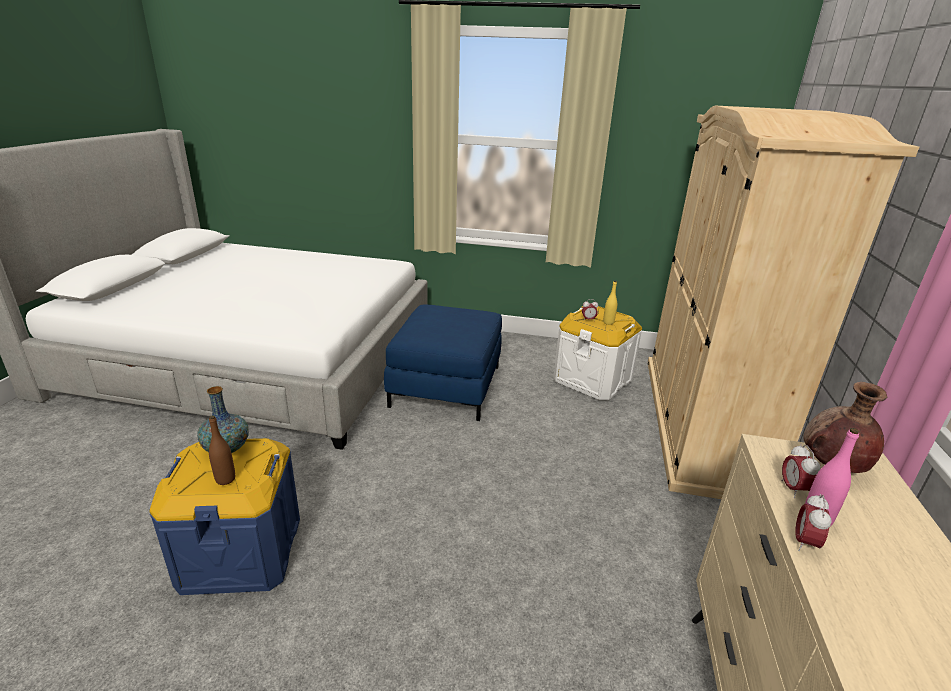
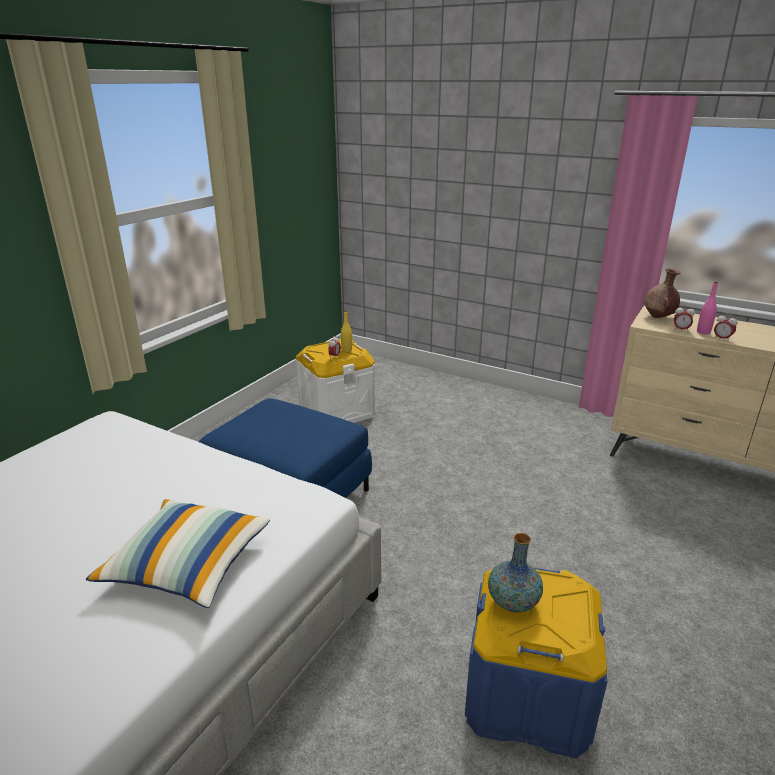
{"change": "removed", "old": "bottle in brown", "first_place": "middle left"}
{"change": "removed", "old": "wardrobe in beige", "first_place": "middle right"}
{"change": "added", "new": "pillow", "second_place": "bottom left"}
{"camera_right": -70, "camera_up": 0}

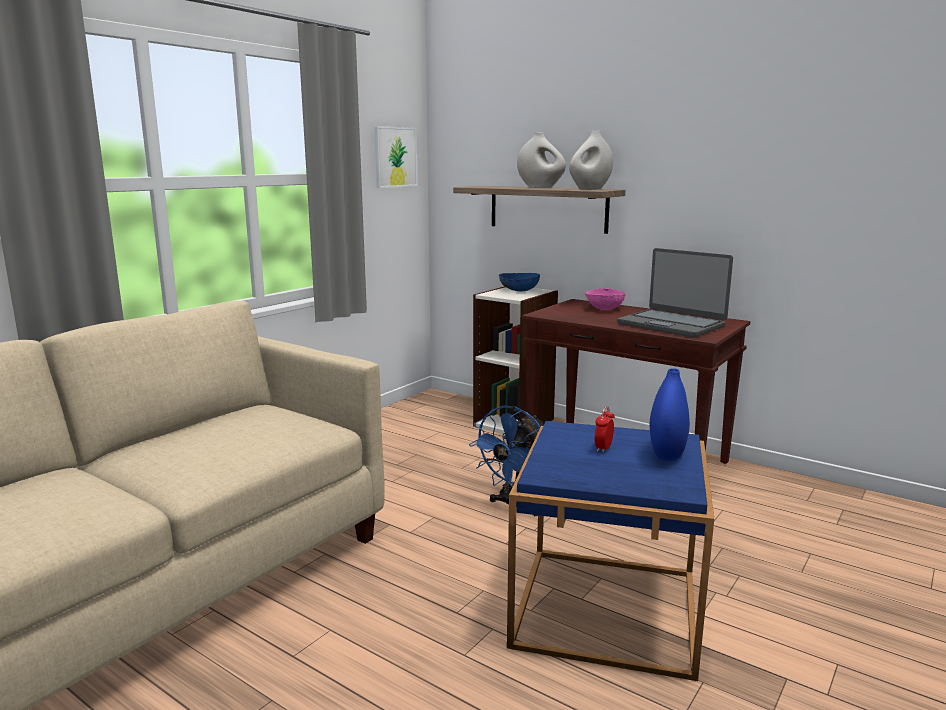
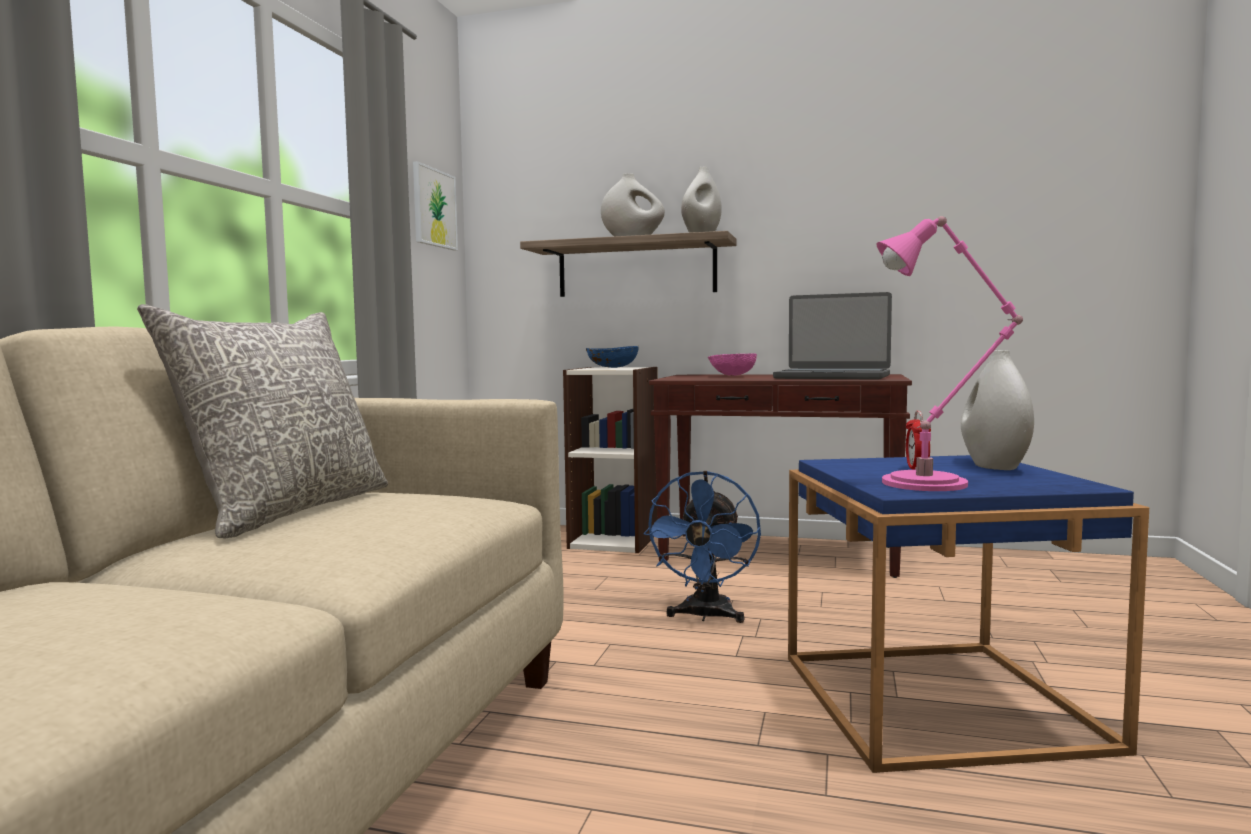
{"change": "recoloured", "old": "vase in blue", "new": "vase in white (3rd from left)", "first_place": "middle right", "second_place": "middle right"}
{"change": "added", "new": "pillow in grey", "second_place": "middle left"}
{"change": "added", "new": "table lamp in pink", "second_place": "middle right"}
{"camera_right": -20, "camera_up": -10}

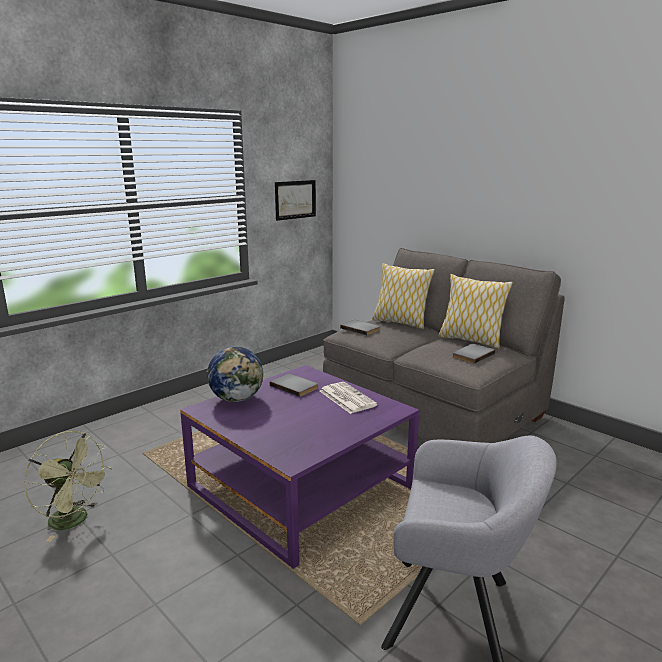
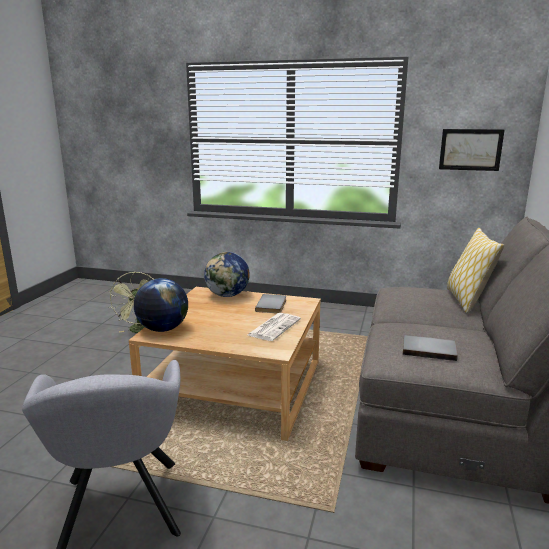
{"change": "recoloured", "old": "coffee table in purple", "new": "coffee table in beige", "first_place": "bottom centre", "second_place": "centre"}
{"change": "removed", "old": "book in grey (2nd from left)", "first_place": "centre"}
{"change": "removed", "old": "pillow (2nd from left)", "first_place": "middle right"}
{"change": "added", "new": "globe (1st from left)", "second_place": "middle left"}
{"camera_right": 60, "camera_up": 0}

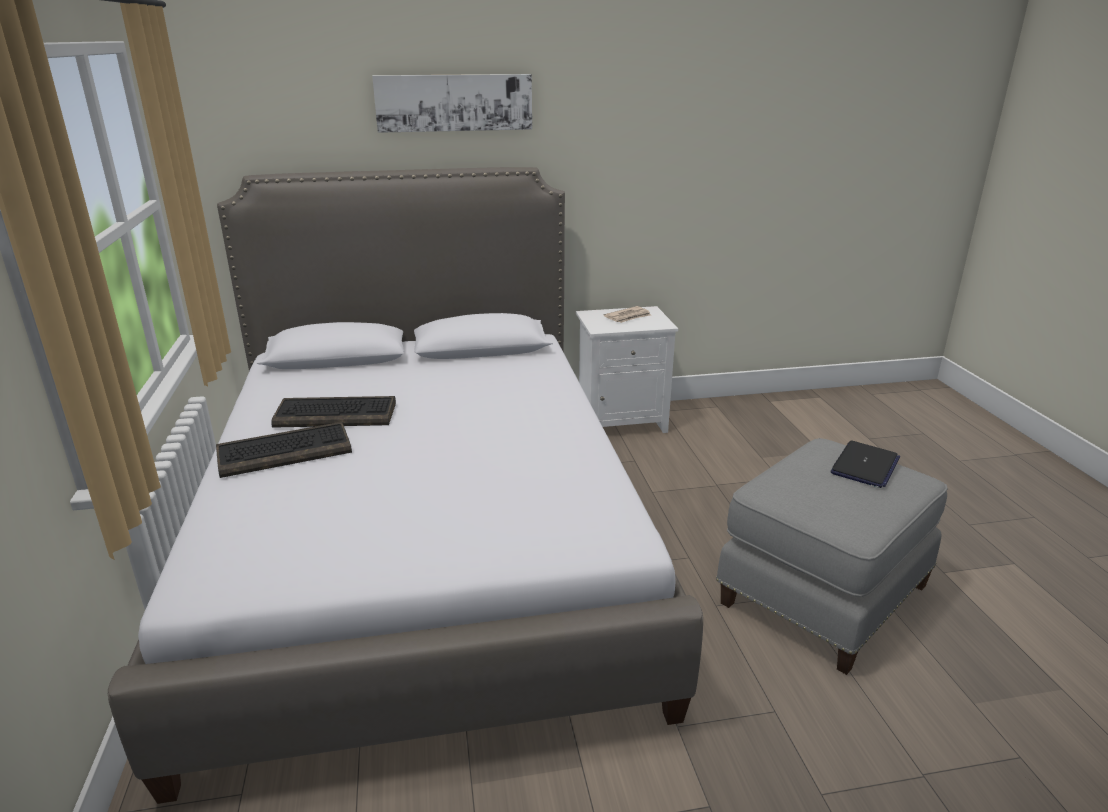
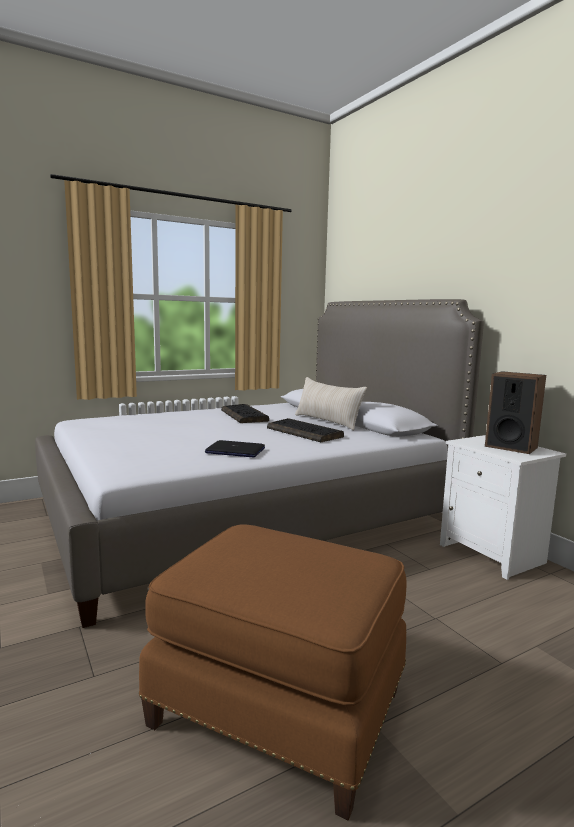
{"change": "moved", "old": "keyboard (1st from left in the first image)", "new": "keyboard (2nd from left)", "first_place": "middle left", "second_place": "centre"}
{"change": "removed", "old": "picture", "first_place": "top centre"}
{"change": "replaced", "old": "newspaper", "new": "speaker", "first_place": "centre", "second_place": "middle right"}
{"change": "recoloured", "old": "ottoman in grey", "new": "ottoman in brown", "first_place": "bottom right", "second_place": "bottom centre"}
{"change": "moved", "old": "laptop", "first_place": "middle right", "second_place": "centre"}
{"change": "added", "new": "pillow in beige", "second_place": "centre"}
{"camera_right": 70, "camera_up": -15}

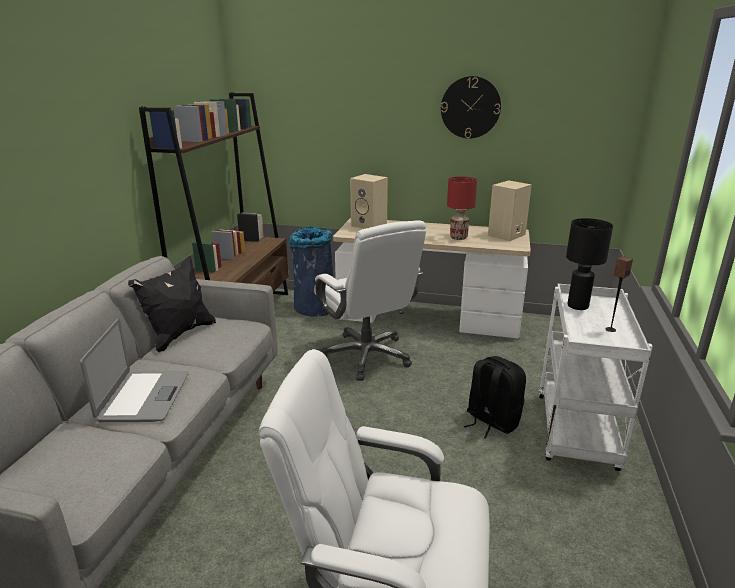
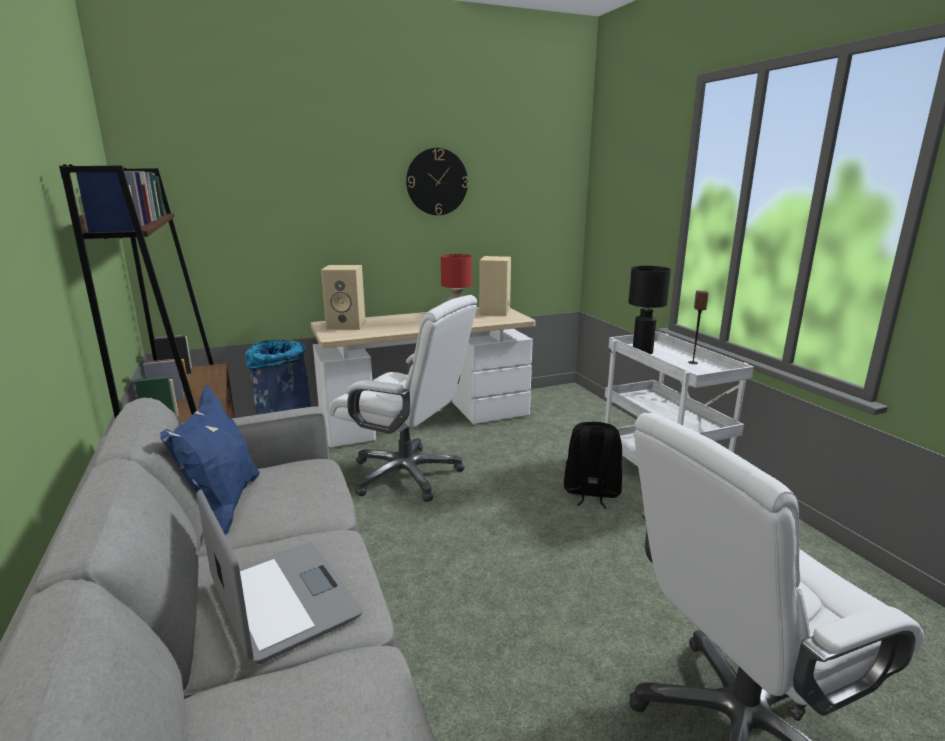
{"change": "recoloured", "old": "pillow in black", "new": "pillow in blue", "first_place": "middle left", "second_place": "middle left"}
{"camera_right": -35, "camera_up": -5}

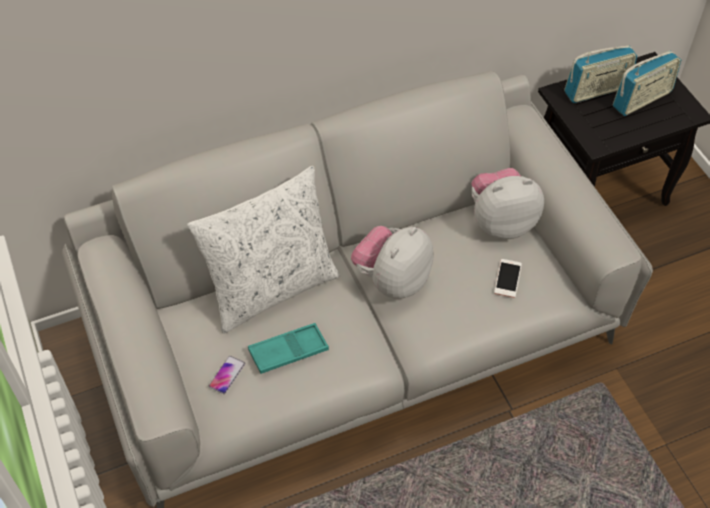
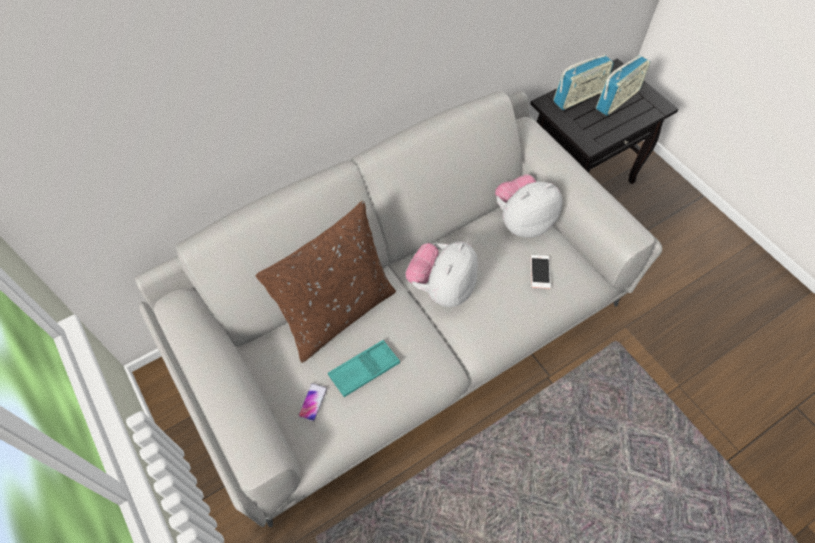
{"change": "recoloured", "old": "pillow in white", "new": "pillow in brown", "first_place": "centre", "second_place": "centre"}
{"camera_right": -10, "camera_up": 5}

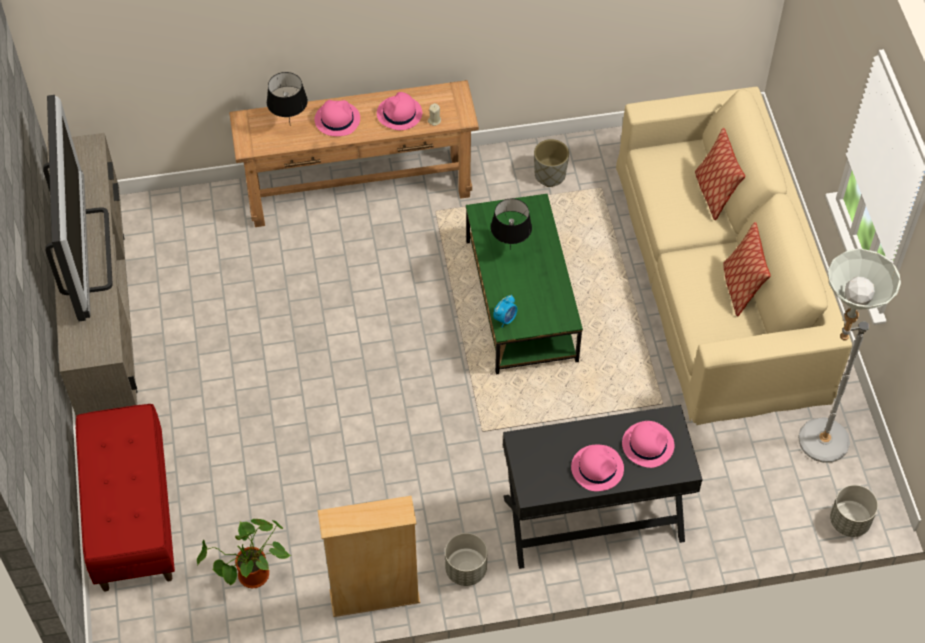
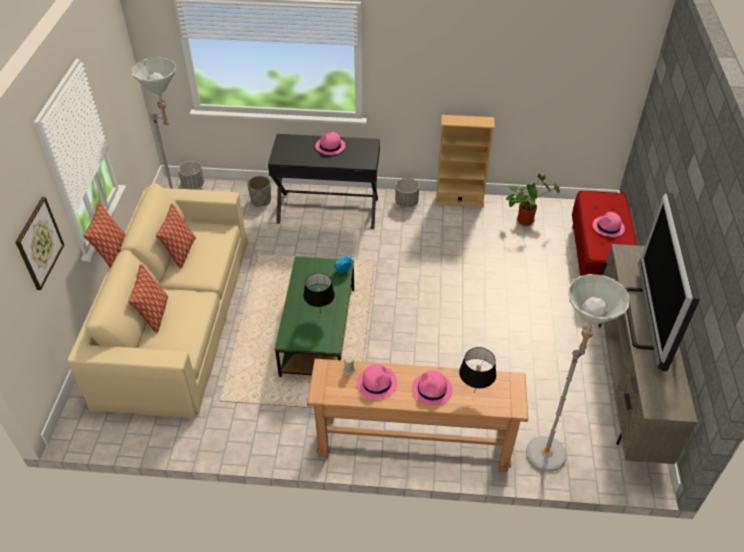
{"change": "moved", "old": "planter in grey (2nd from left)", "first_place": "top centre", "second_place": "centre"}
{"change": "moved", "old": "hat in pink (4th from left)", "first_place": "bottom right", "second_place": "middle right"}
{"change": "added", "new": "picture", "second_place": "middle left"}
{"change": "added", "new": "pillow (1st from left)", "second_place": "middle left"}
{"change": "added", "new": "floor lamp in grey (2nd from left)", "second_place": "bottom right"}
{"camera_right": -165, "camera_up": -10}

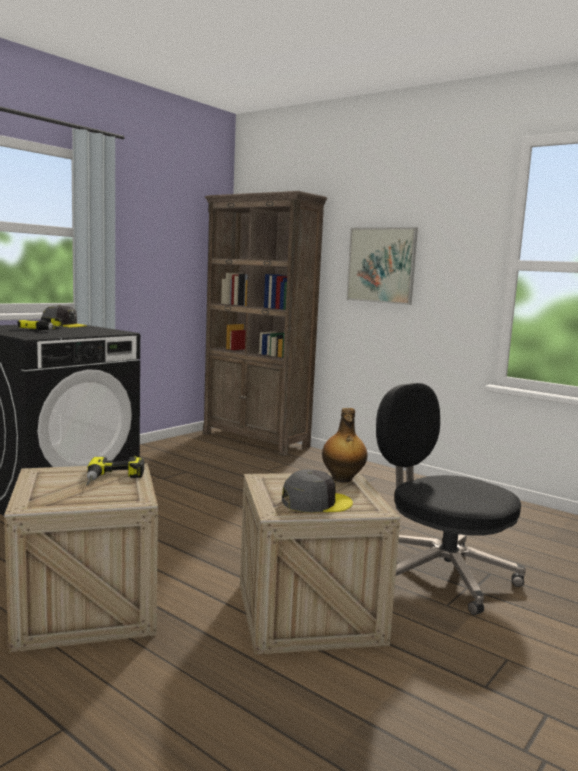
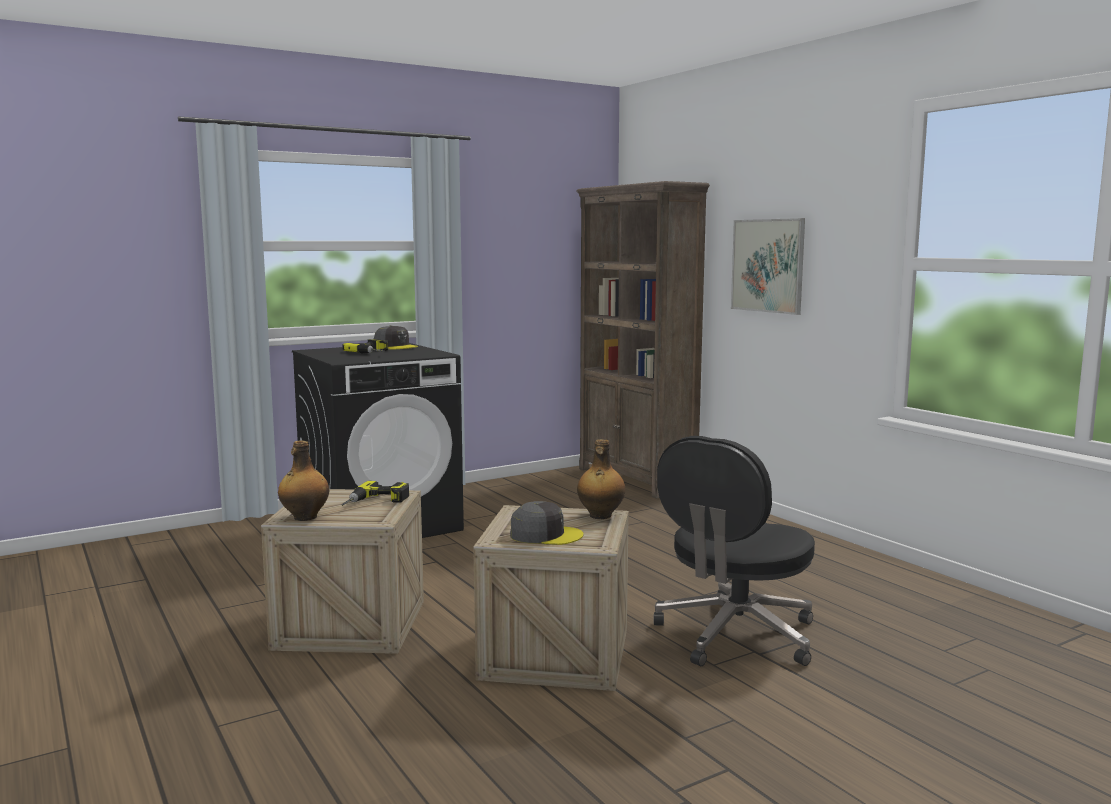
{"change": "turned", "old": "office chair in black", "first_place": "middle right", "second_place": "bottom centre", "degrees": -120}
{"change": "added", "new": "bottle (1st from left)", "second_place": "middle left"}
{"camera_right": 20, "camera_up": 0}

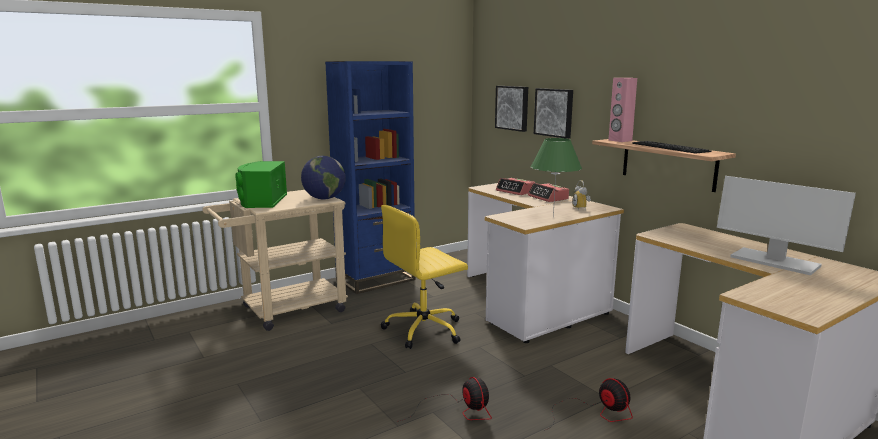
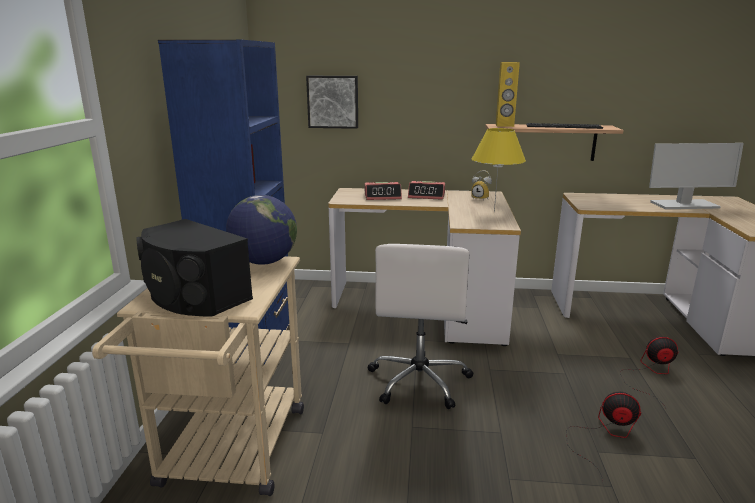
{"change": "recoloured", "old": "speaker in green", "new": "speaker in black", "first_place": "middle left", "second_place": "middle left"}
{"change": "recoloured", "old": "office chair in yellow", "new": "office chair in white", "first_place": "centre", "second_place": "centre"}
{"change": "recoloured", "old": "table lamp in green", "new": "table lamp in yellow", "first_place": "centre", "second_place": "centre"}
{"change": "removed", "old": "picture (2nd from left)", "first_place": "top centre"}
{"change": "recoloured", "old": "speaker in pink", "new": "speaker in yellow", "first_place": "top right", "second_place": "top right"}
{"camera_right": -50, "camera_up": 5}

